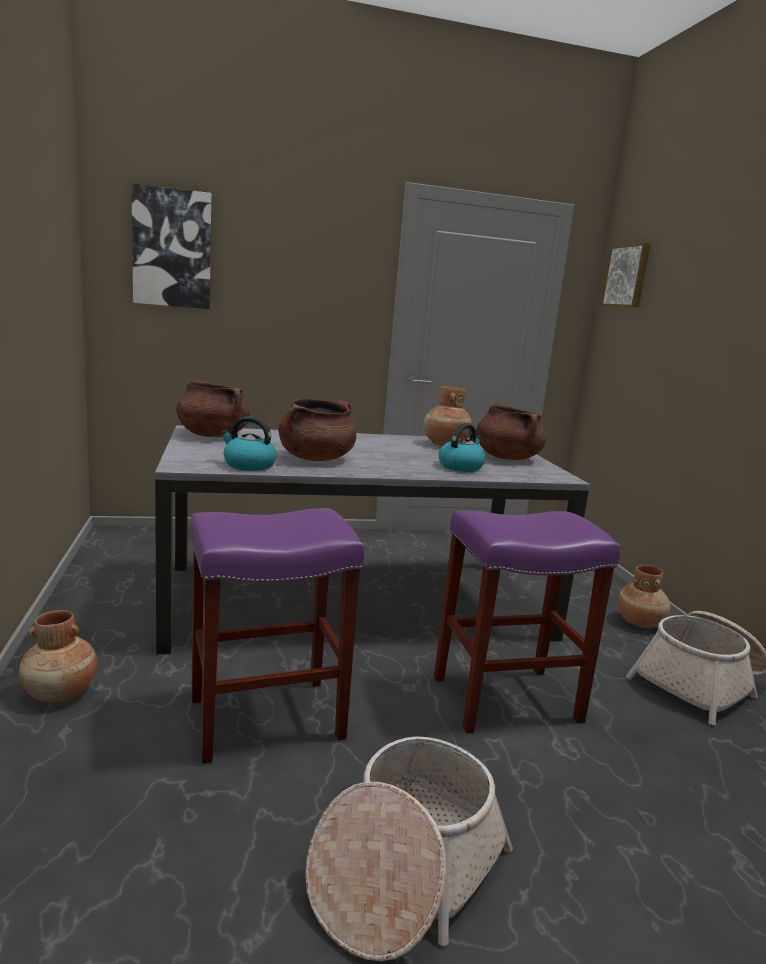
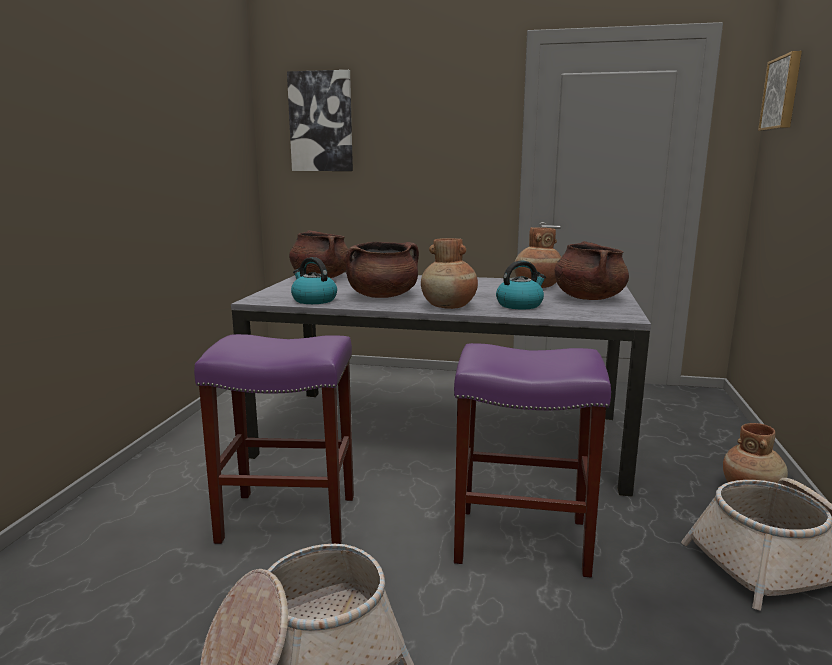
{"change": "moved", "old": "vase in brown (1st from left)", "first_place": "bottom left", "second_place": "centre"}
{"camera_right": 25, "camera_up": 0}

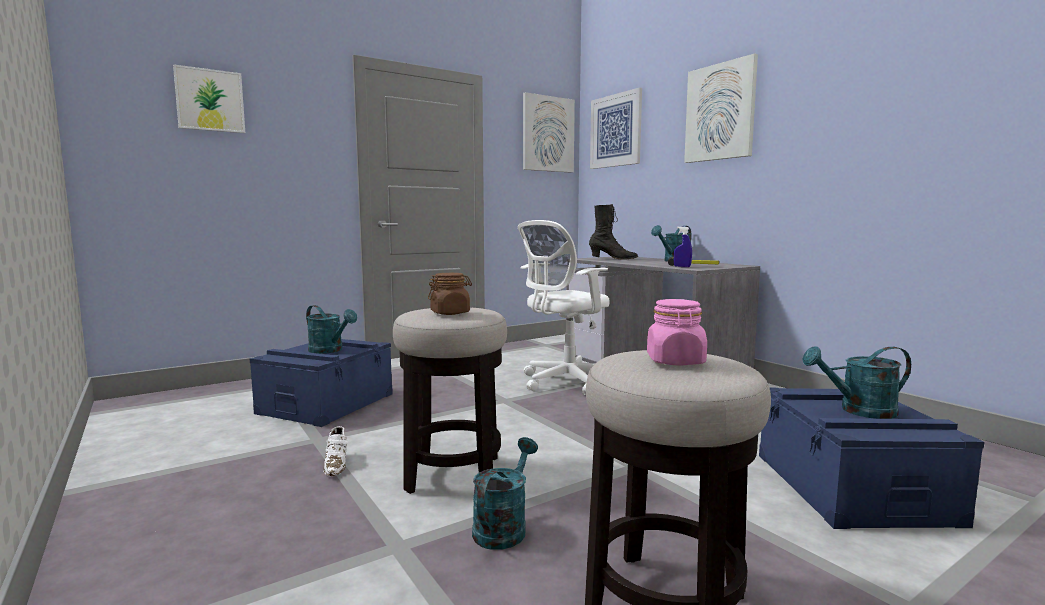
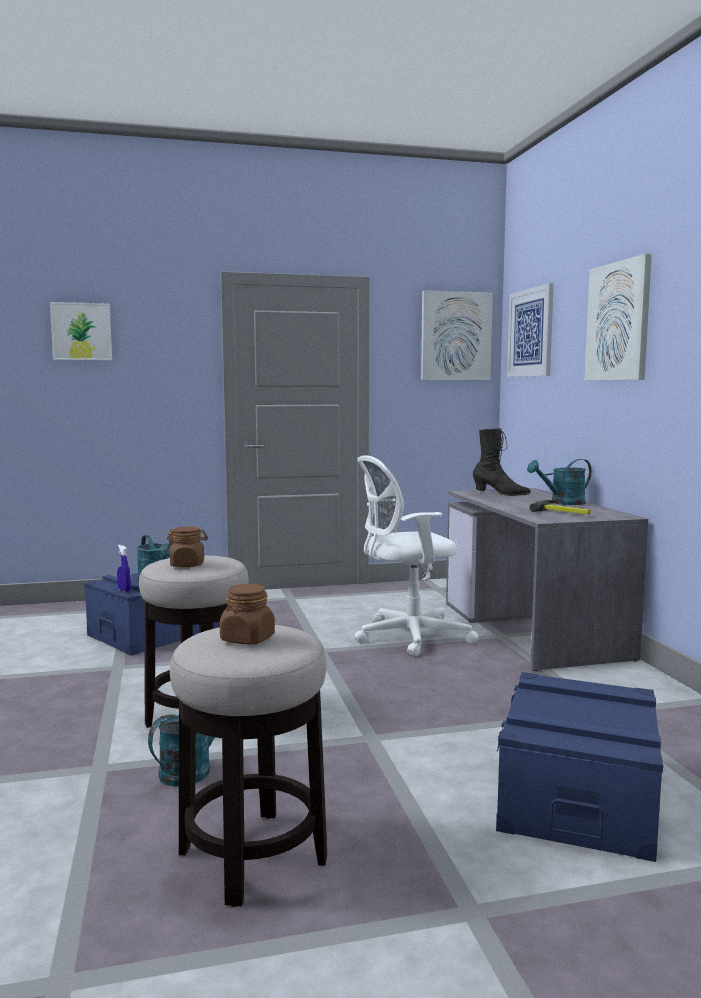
{"change": "removed", "old": "shoe in white", "first_place": "bottom left"}
{"change": "recoloured", "old": "jar in pink", "new": "jar in brown (2nd from left)", "first_place": "centre", "second_place": "centre"}
{"change": "moved", "old": "spray bottle in blue", "first_place": "centre", "second_place": "middle left"}
{"change": "removed", "old": "watering can in turquoise (4th from left)", "first_place": "middle right"}
{"camera_right": 20, "camera_up": 0}

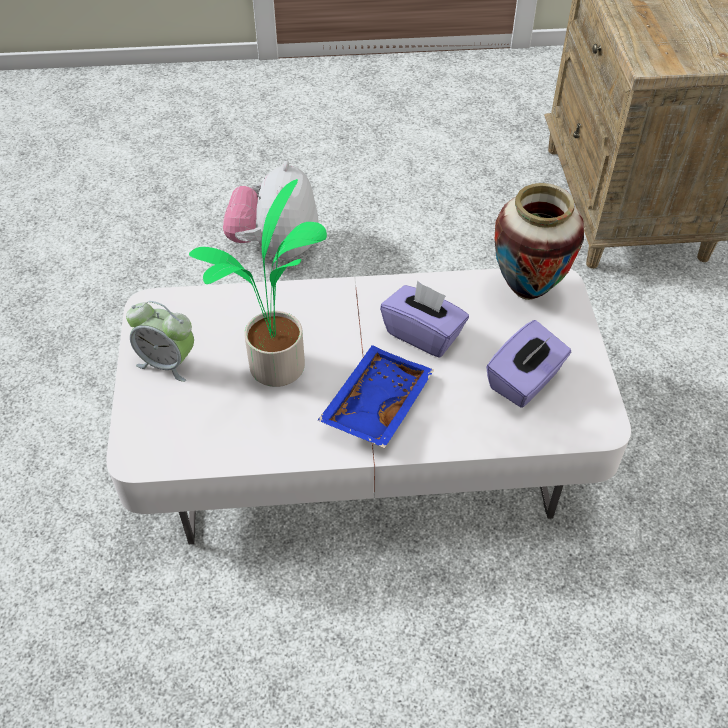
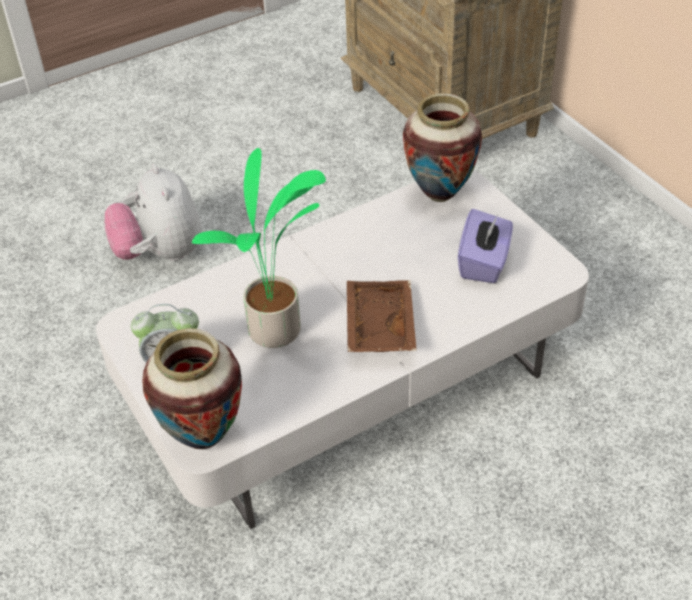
{"change": "recoloured", "old": "tray in blue", "new": "tray in brown", "first_place": "centre", "second_place": "centre"}
{"change": "removed", "old": "tissue box in purple (1st from left)", "first_place": "centre"}
{"change": "added", "new": "vase (1st from left)", "second_place": "middle left"}
{"camera_right": -25, "camera_up": -5}

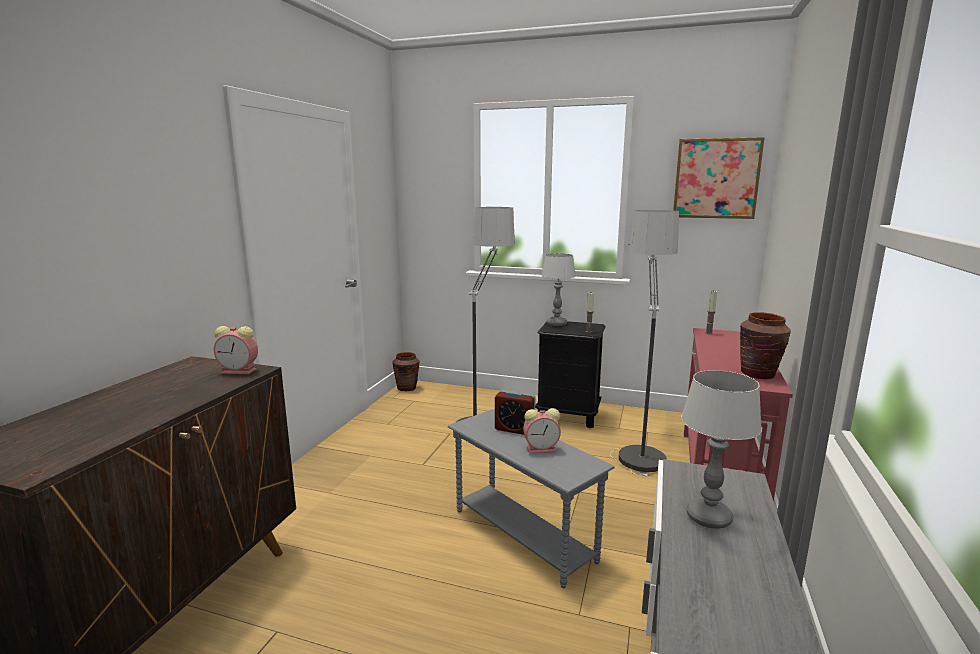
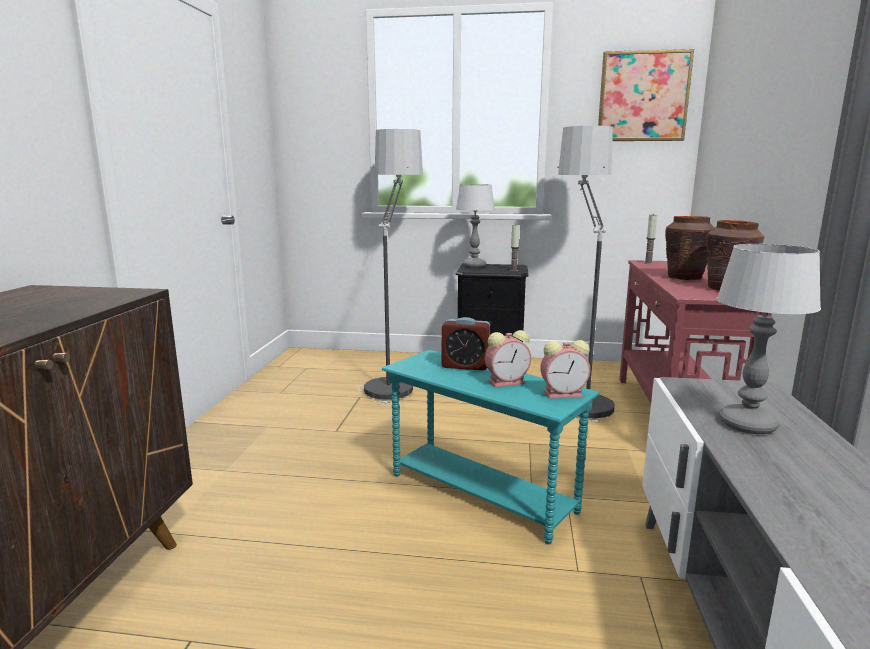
{"change": "moved", "old": "alarm clock (1st from left in the first image)", "new": "alarm clock (3rd from left)", "first_place": "middle left", "second_place": "centre"}
{"change": "moved", "old": "vase in brown (1st from left)", "first_place": "centre", "second_place": "middle right"}
{"change": "recoloured", "old": "side table in grey", "new": "side table in turquoise", "first_place": "bottom centre", "second_place": "bottom centre"}
{"camera_right": -10, "camera_up": 0}

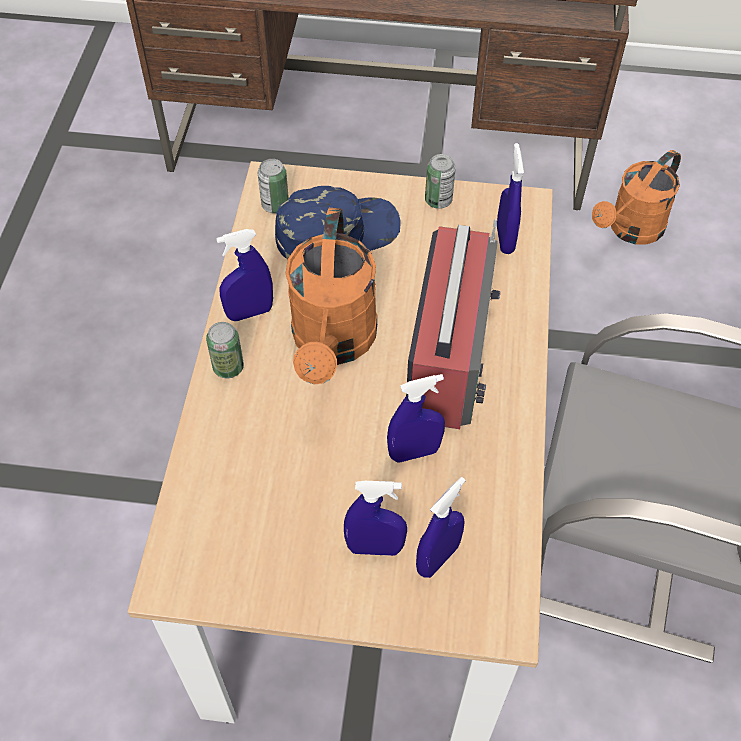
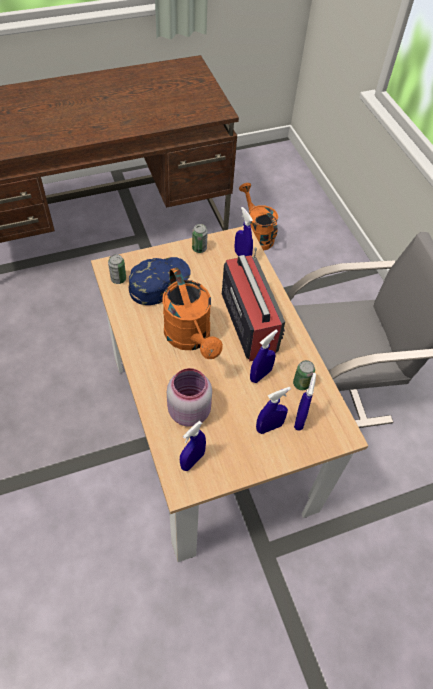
{"change": "moved", "old": "can (1st from left in the first image)", "new": "can (3rd from left)", "first_place": "middle left", "second_place": "middle right"}
{"change": "moved", "old": "spray bottle in blue (1st from left)", "first_place": "middle left", "second_place": "centre"}
{"change": "turned", "old": "watering can in orange (2nd from left)", "first_place": "top right", "second_place": "top centre", "degrees": 135}
{"change": "added", "new": "jar in pink", "second_place": "centre"}
{"camera_right": -30, "camera_up": 0}

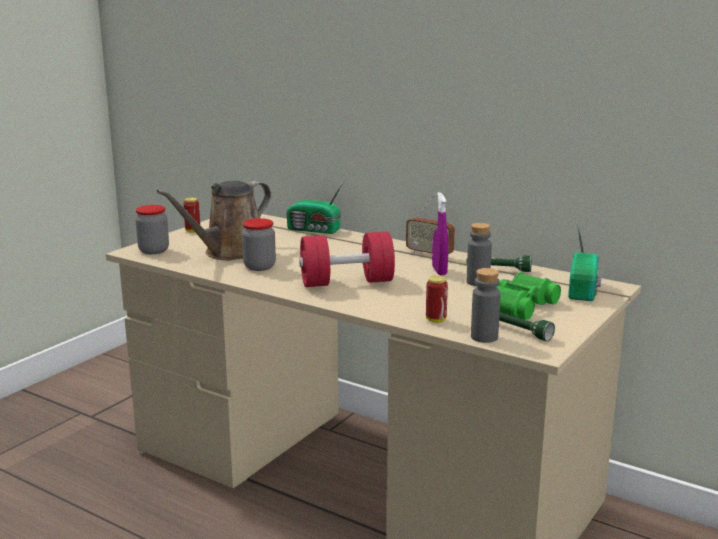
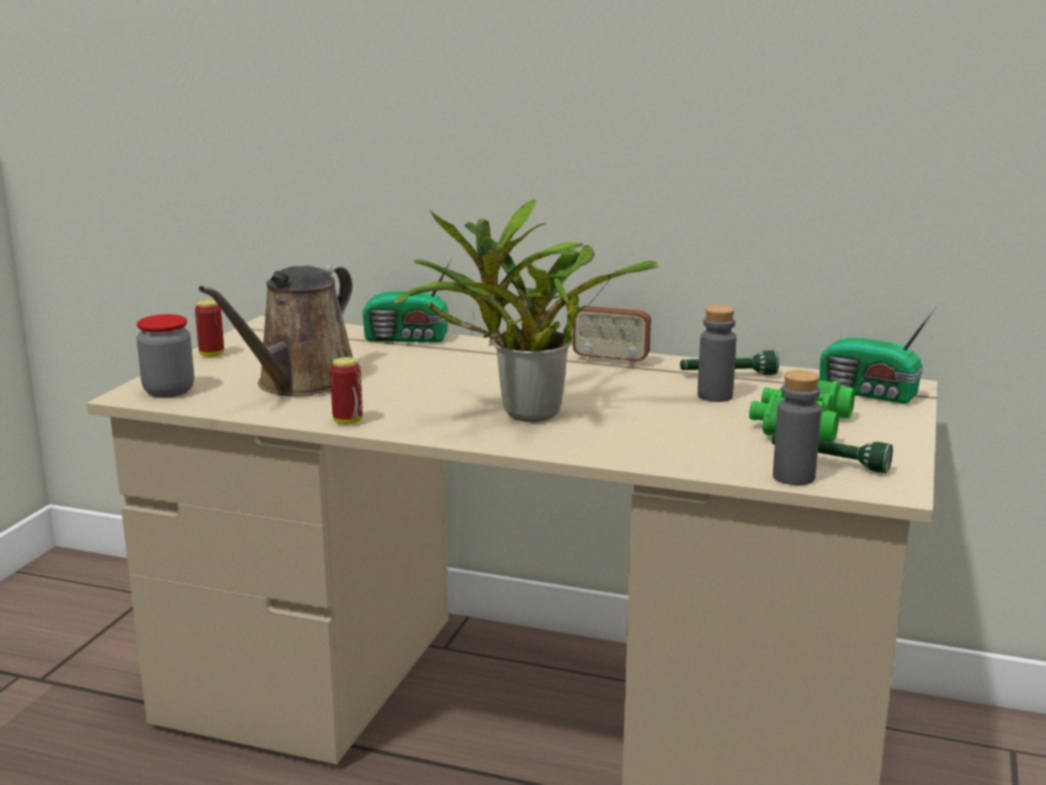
{"change": "removed", "old": "jar (2nd from left)", "first_place": "centre"}
{"change": "replaced", "old": "dumbbell in red", "new": "potted plant", "first_place": "centre", "second_place": "centre"}
{"change": "moved", "old": "can (2nd from left)", "first_place": "centre", "second_place": "middle left"}
{"change": "removed", "old": "spray bottle in purple", "first_place": "centre"}
{"change": "turned", "old": "radio (3rd from left)", "first_place": "middle right", "second_place": "middle right", "degrees": 120}
{"camera_right": -15, "camera_up": 0}

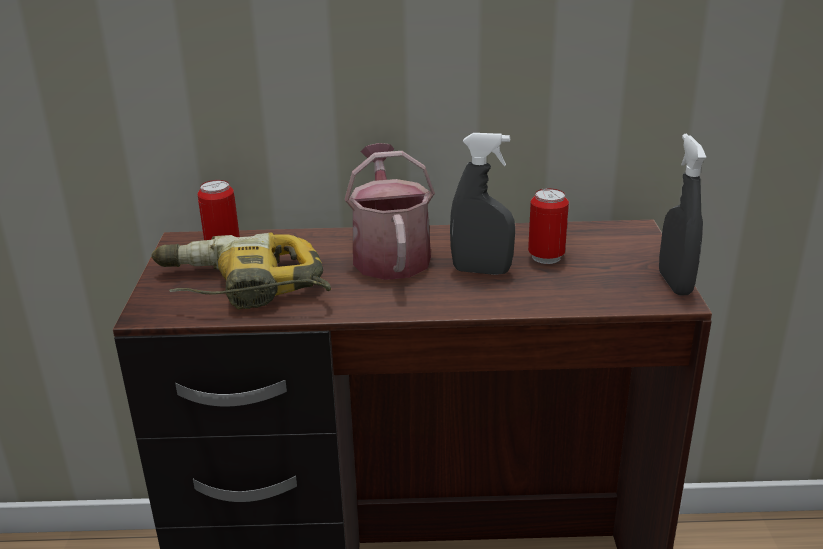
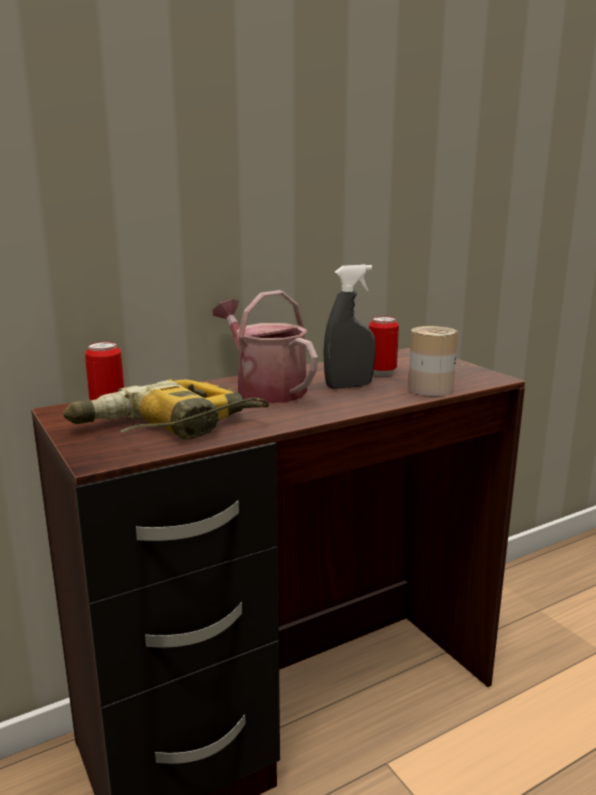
{"change": "removed", "old": "spray bottle in grey (2nd from left)", "first_place": "middle right"}
{"change": "added", "new": "can (3rd from left)", "second_place": "middle right"}
{"camera_right": -30, "camera_up": -10}

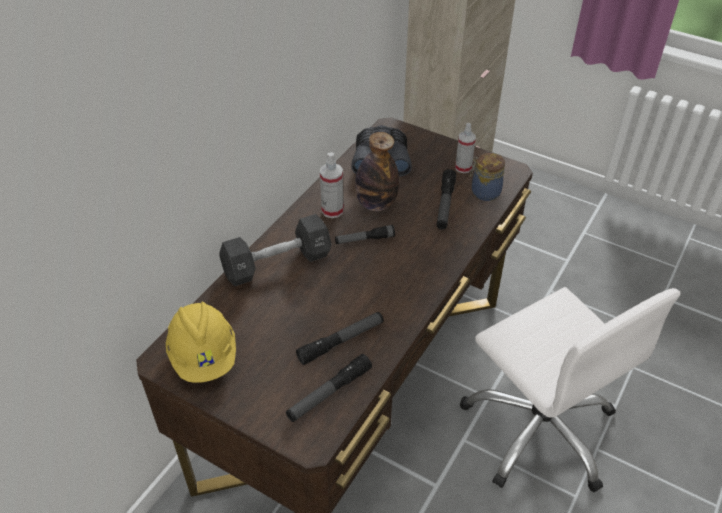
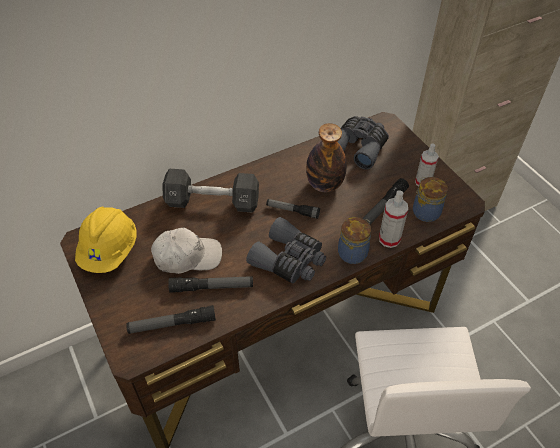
{"change": "moved", "old": "spray bottle (1st from left)", "first_place": "centre", "second_place": "middle right"}
{"change": "added", "new": "cap in white", "second_place": "middle left"}
{"change": "added", "new": "binoculars in grey (1st from left)", "second_place": "centre"}
{"change": "added", "new": "jar (1st from left)", "second_place": "centre"}
{"camera_right": 30, "camera_up": 5}

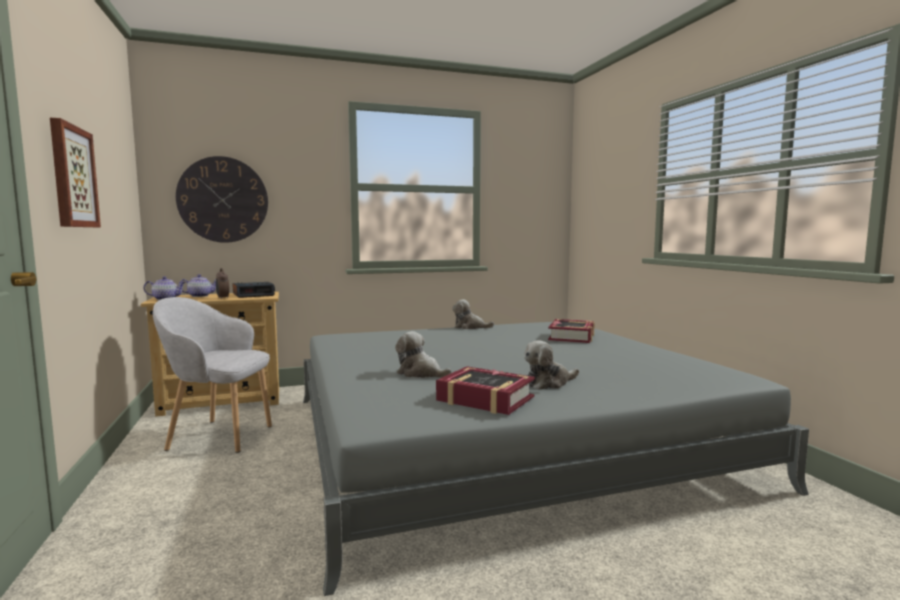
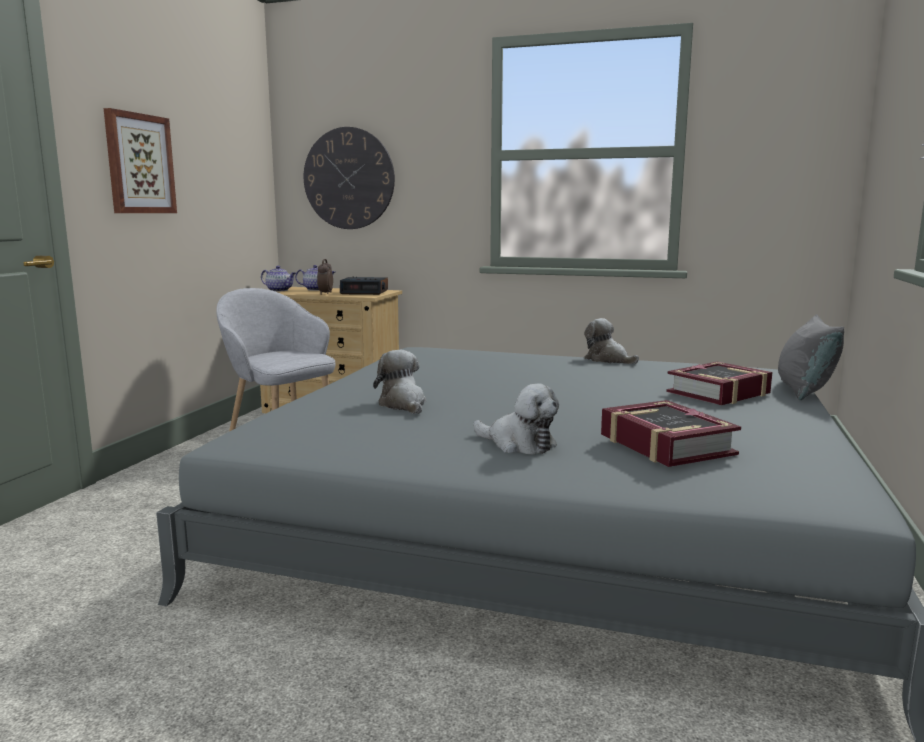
{"change": "moved", "old": "book (1st from left)", "first_place": "centre", "second_place": "middle right"}
{"change": "turned", "old": "plush toy (3rd from left in the first image)", "first_place": "centre", "second_place": "centre", "degrees": -150}
{"change": "added", "new": "pillow in grey", "second_place": "middle right"}
{"camera_right": 35, "camera_up": 5}

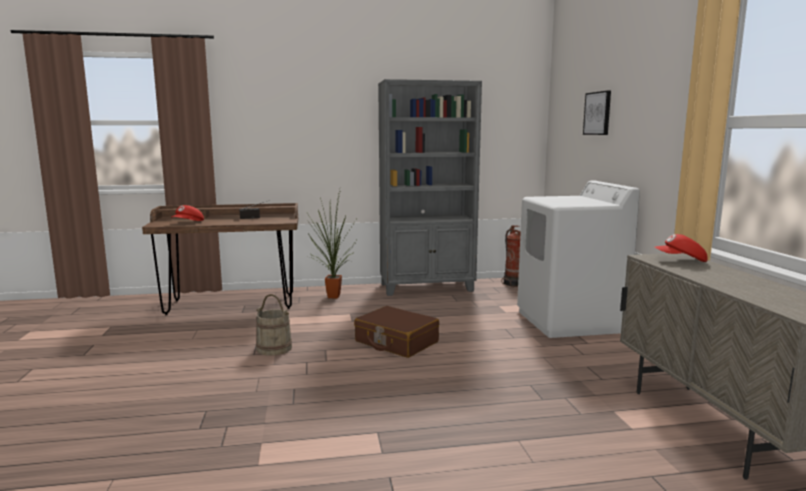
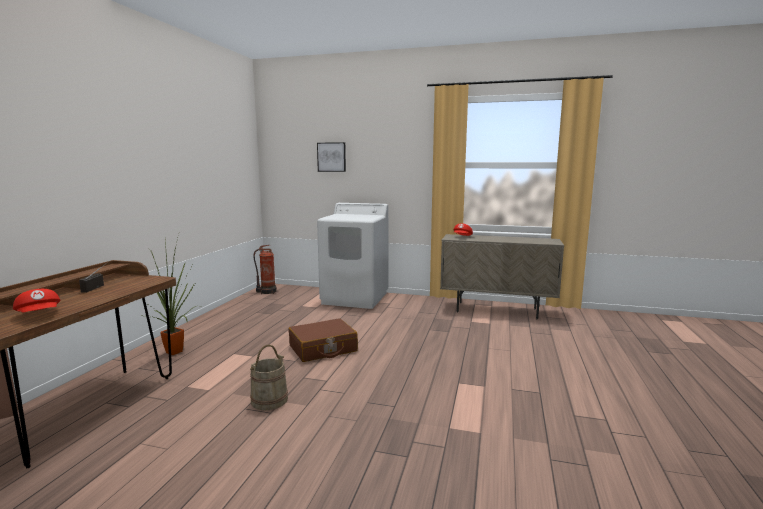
{"change": "removed", "old": "bookcase in grey", "first_place": "centre"}
{"camera_right": -65, "camera_up": 0}

